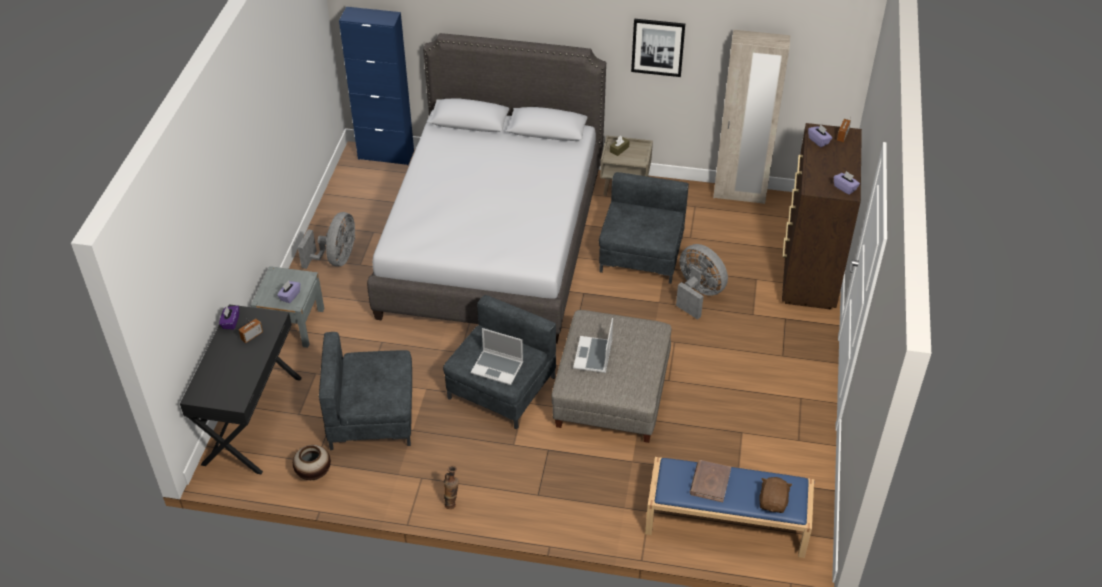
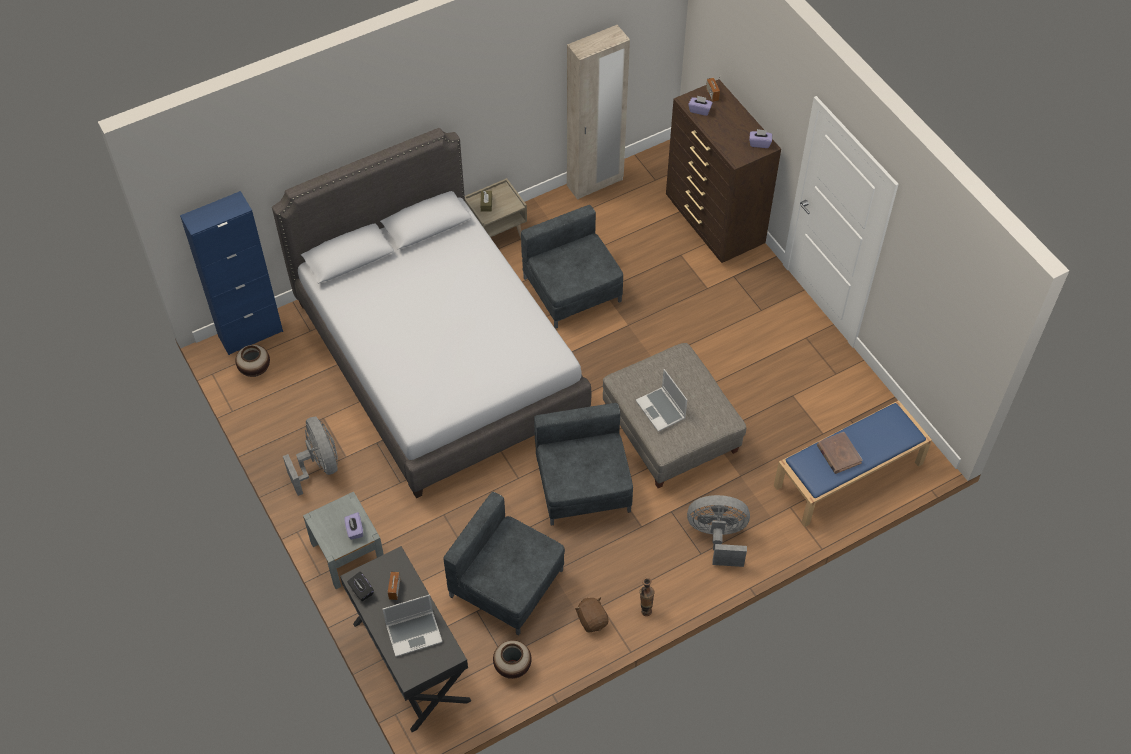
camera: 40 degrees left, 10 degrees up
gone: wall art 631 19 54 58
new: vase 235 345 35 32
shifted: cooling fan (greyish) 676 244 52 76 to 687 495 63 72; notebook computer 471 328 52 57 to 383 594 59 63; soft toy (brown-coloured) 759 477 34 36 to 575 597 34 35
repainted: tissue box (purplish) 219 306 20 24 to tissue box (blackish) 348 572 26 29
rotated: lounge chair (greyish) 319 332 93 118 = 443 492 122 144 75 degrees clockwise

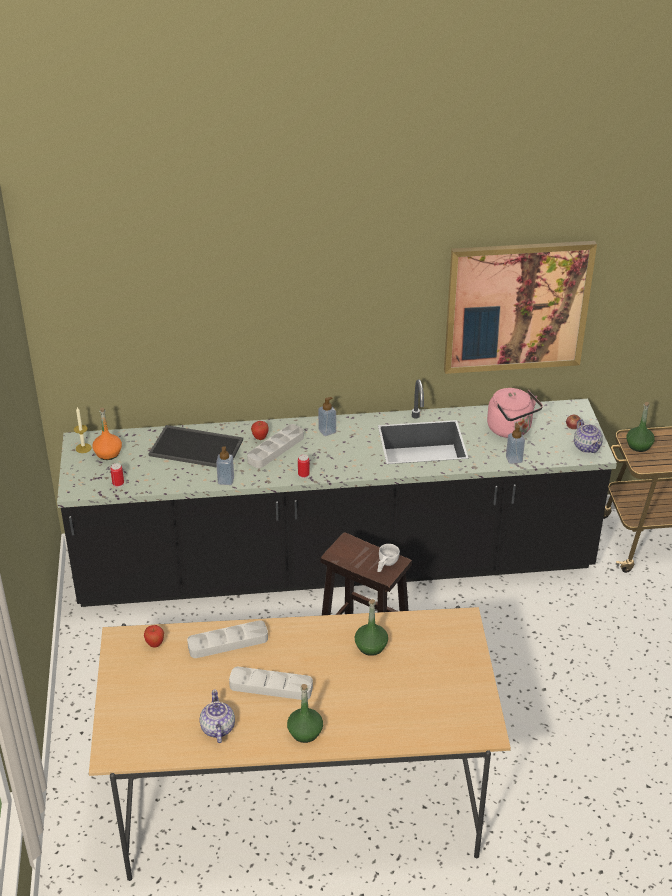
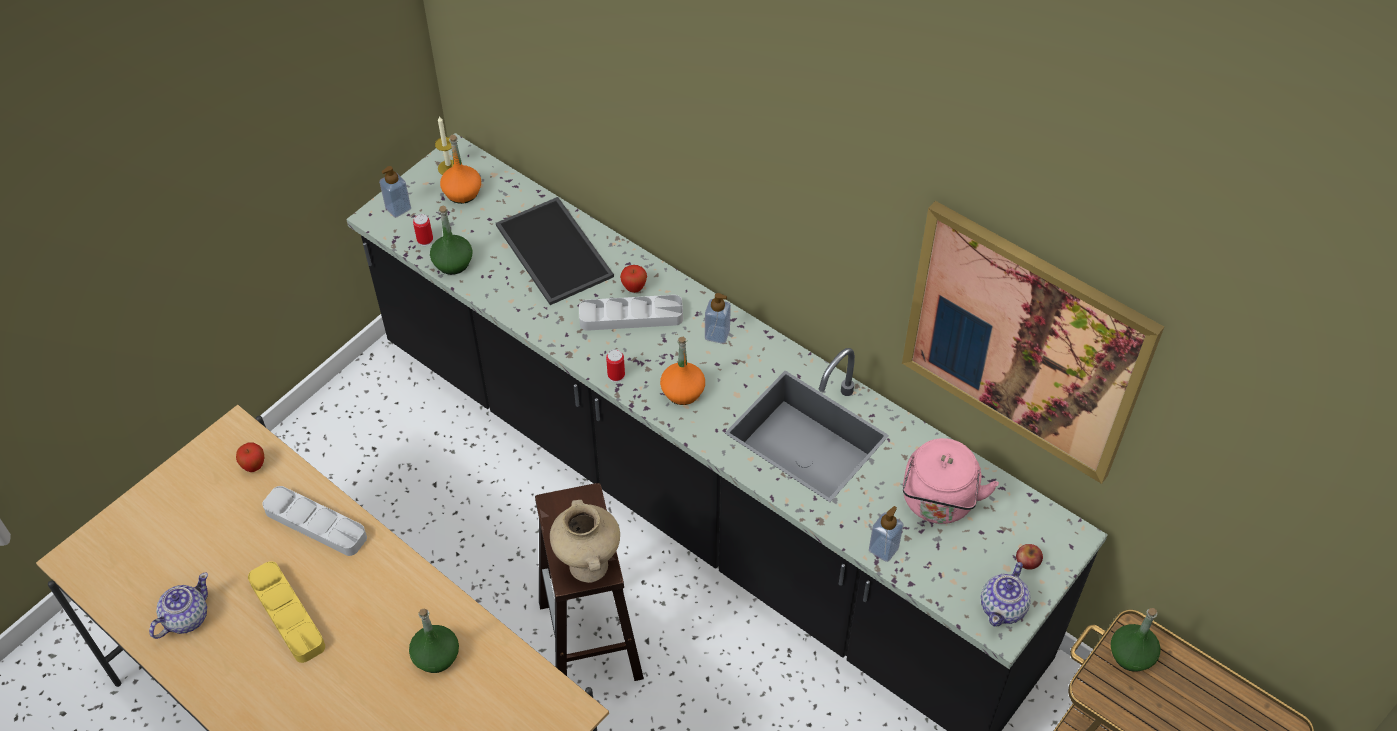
camera: 45 degrees right, 15 degrees up
new: drink bottle (orange-coloured) 660 337 45 68
shifted: soap dispenser 216 446 18 39 to 379 166 32 51; drink bottle (greenish) 287 684 36 59 to 430 205 43 70
swapped: drinking cup (white-coloured) 377 544 23 28 to vase (beige-coloured) 550 500 70 83
repainted: tray (greyish) 229 667 84 33 to tray (yellow) 248 561 77 102

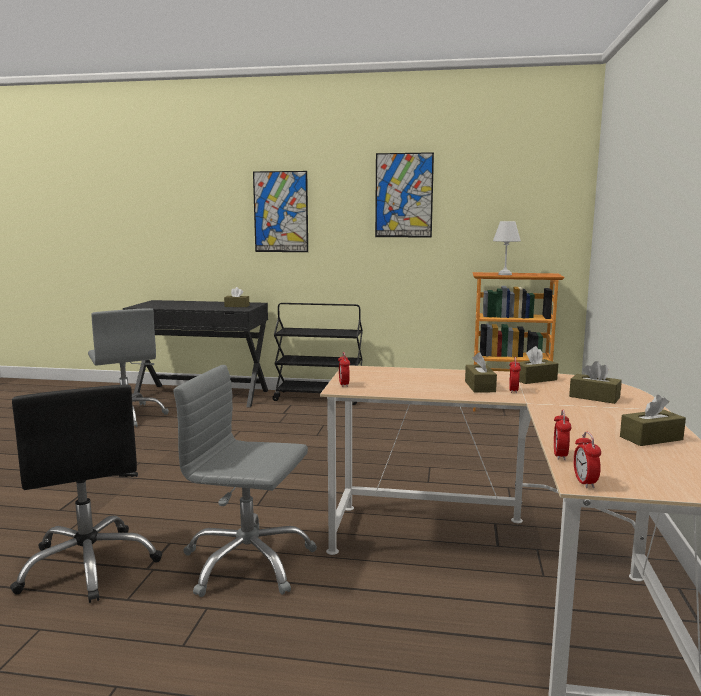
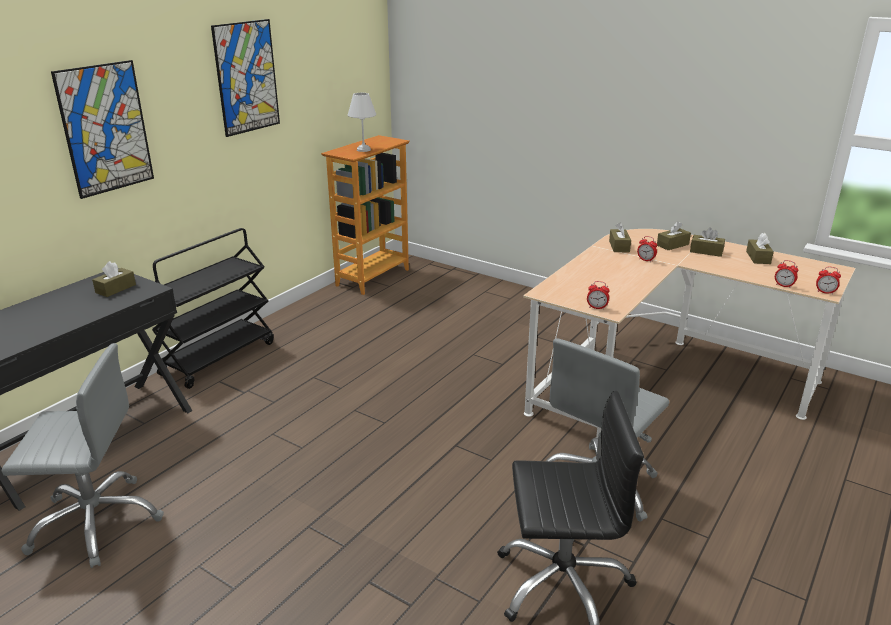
camera: 65 degrees left, 15 degrees up
shifted: tissue box (brown-coloured) 465 352 32 41 to 690 227 35 30

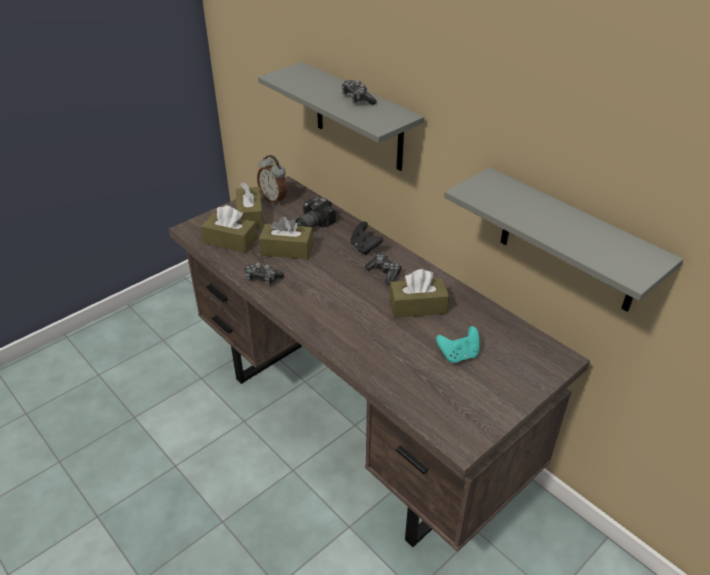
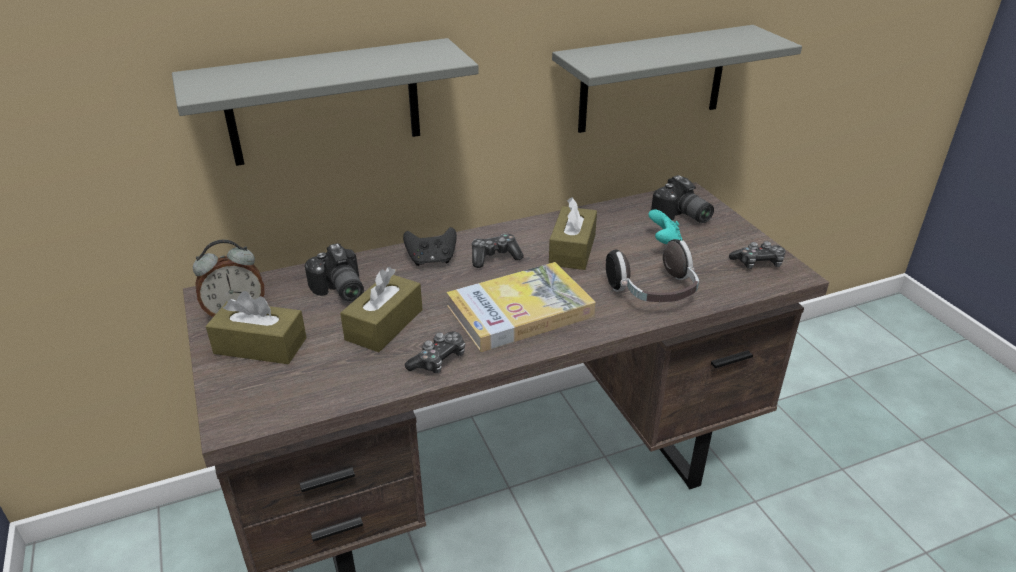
camera: 70 degrees left, 5 degrees down
gone: tissue box (brown-coloured) 201 205 57 48
new: photo camera 651 175 63 48; headphones 606 239 93 63; bound book 446 262 150 90
shifted: joypad 341 80 36 25 to 729 241 56 28

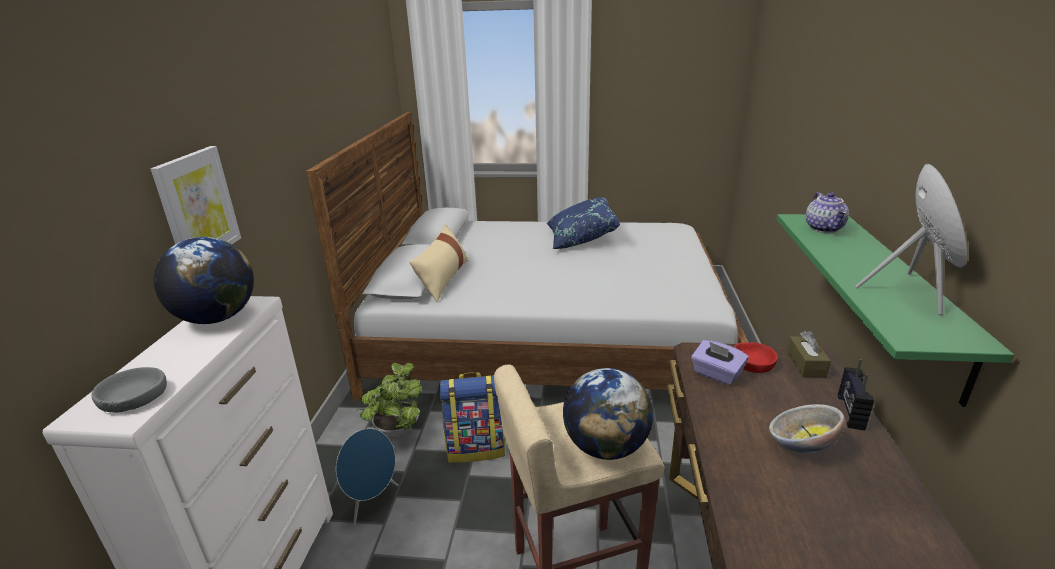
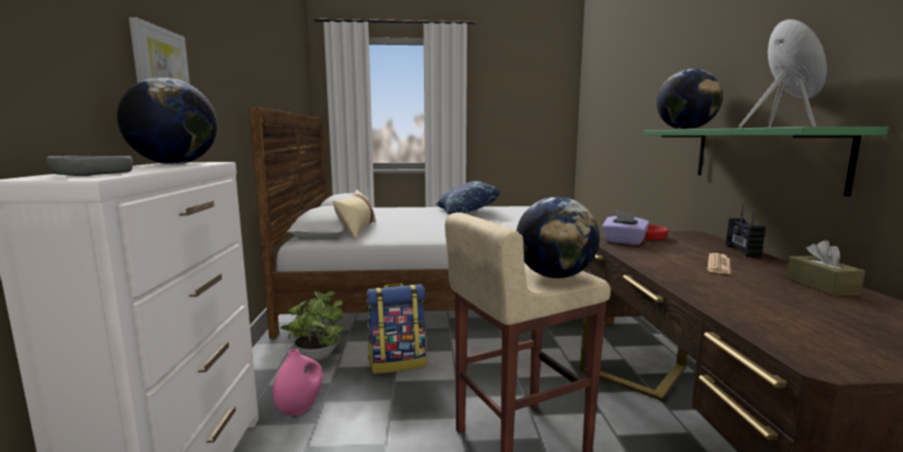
camera: 10 degrees left, 15 degrees down
shifted: tissue box (brown-coloured) 787 331 44 47 to 786 240 79 56
swapped: tea pot 806 192 43 41 to globe 656 69 67 61; deep dish 769 404 76 49 to newspaper 707 253 24 21; audio speaker (blue) 336 428 63 98 to vase (pinkish) 272 349 51 67

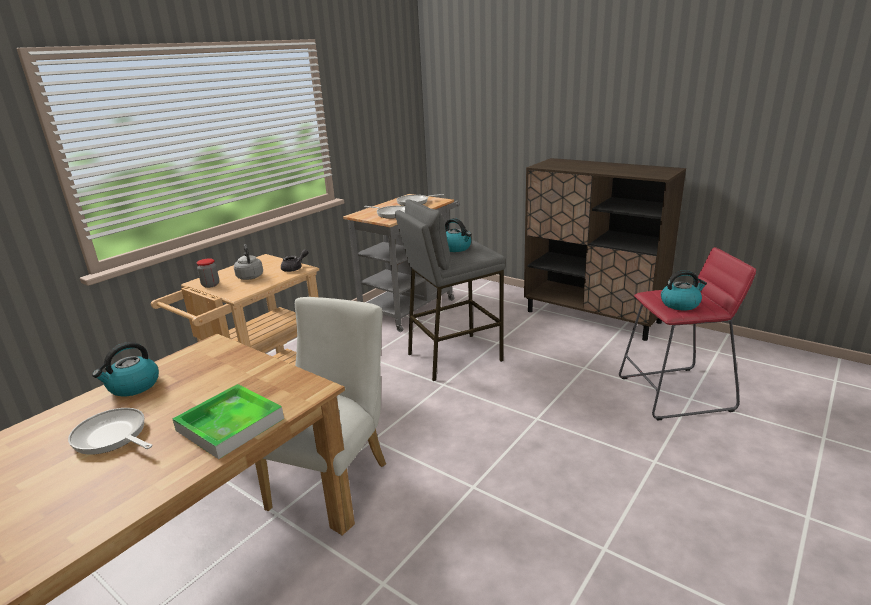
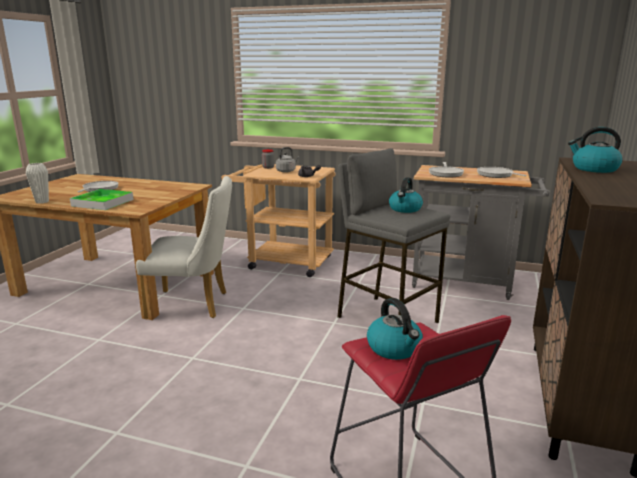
camera: 70 degrees right, 5 degrees down
new: vase (white-coloured) 26 163 23 41
shifted: kettle 92 342 67 54 to 568 127 55 46

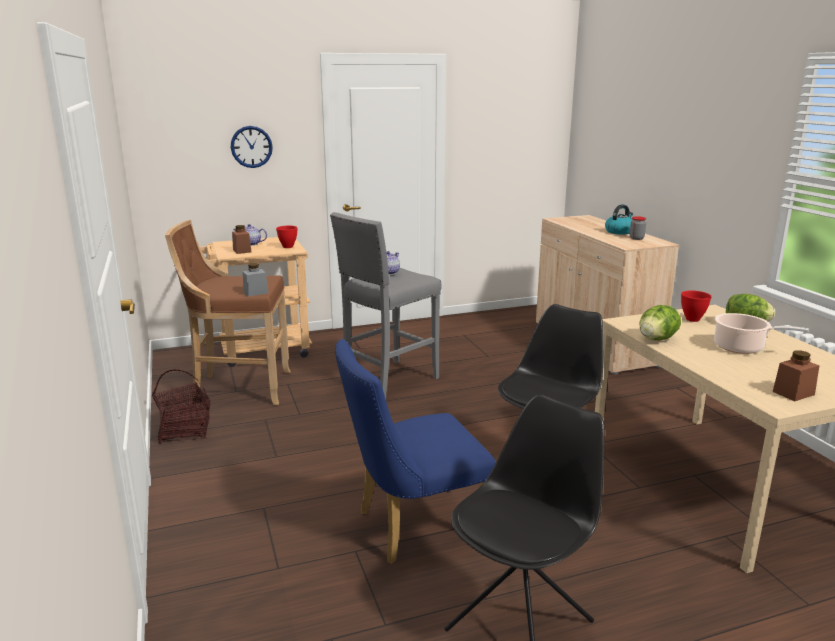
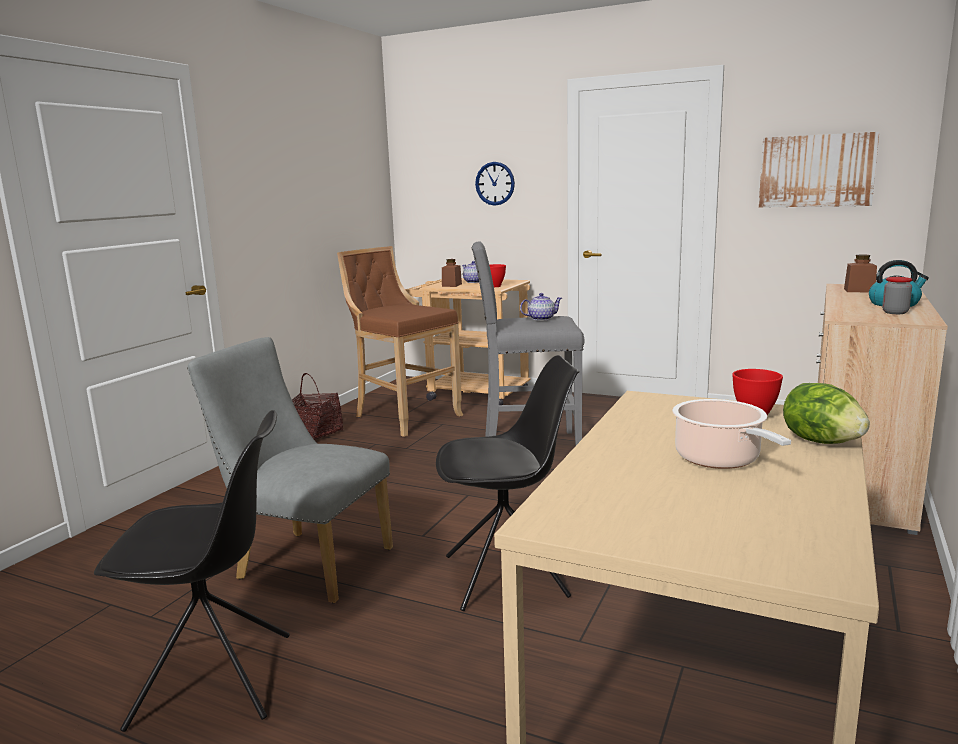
camera: 45 degrees right, 5 degrees down
gone: storage jar (greyish) 243 263 25 33; head of lettuce 639 305 42 35
new: wall art 759 132 120 76
shifted: storage jar (brown-coloured) 773 350 46 51 to 844 254 33 38
repainted: plain chair (blue) 335 339 161 225 to plain chair (greyish) 187 337 206 266

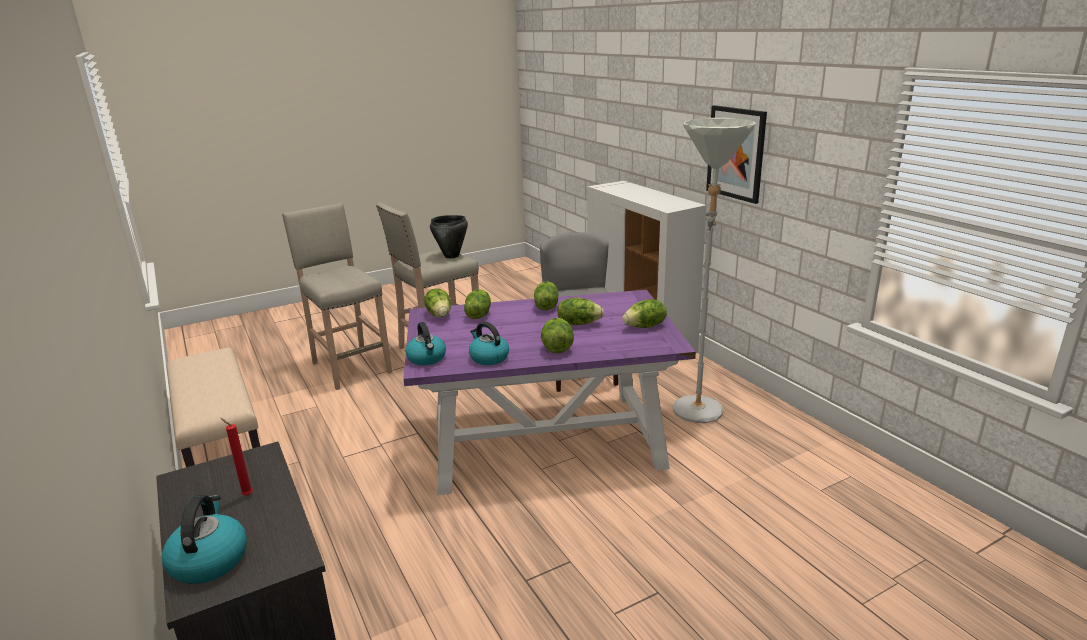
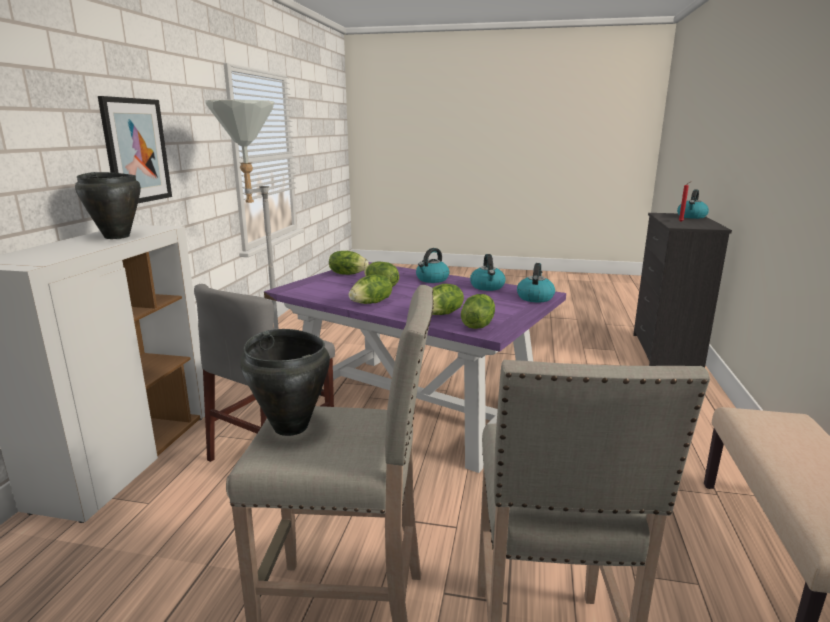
camera: 140 degrees left, 5 degrees down
new: stockpot (blackish) 75 172 66 67
swapped: head of lettuce 541 318 33 35 to kettle 416 248 33 35

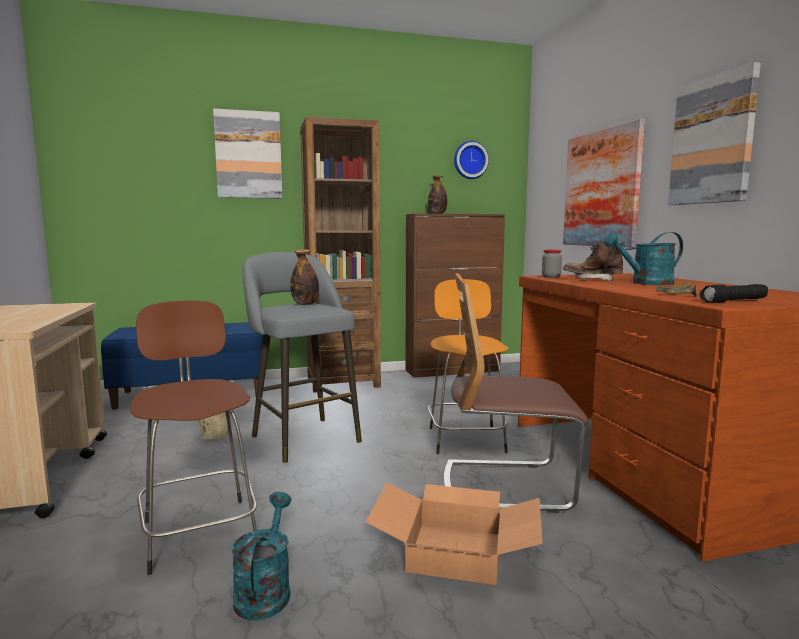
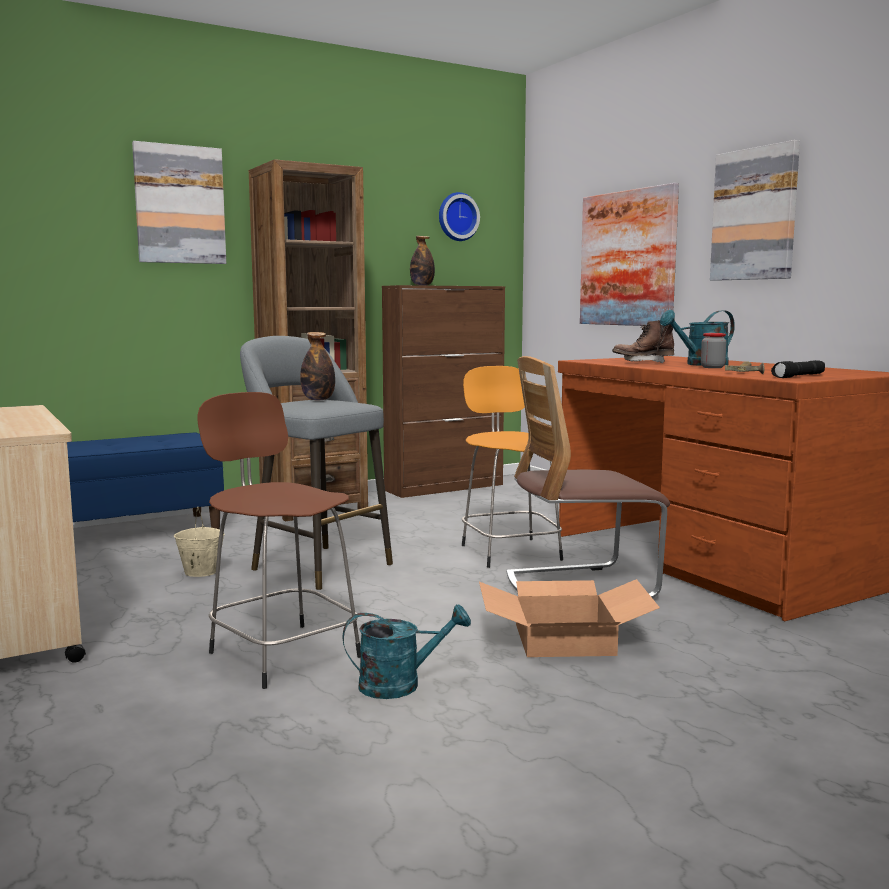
camera: 15 degrees left, 0 degrees up
shifted: storage jar 542 250 20 28 to 701 333 25 35
rotated: watering pot (blue-green) 232 492 59 129 = 343 604 128 95 90 degrees clockwise

